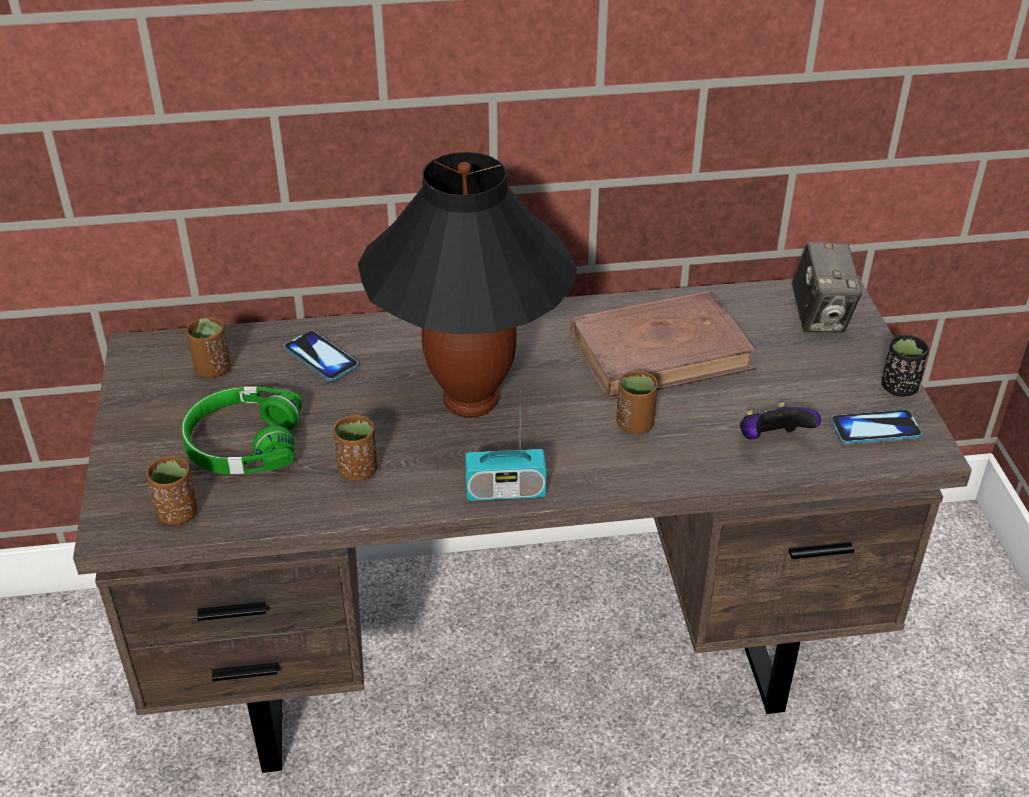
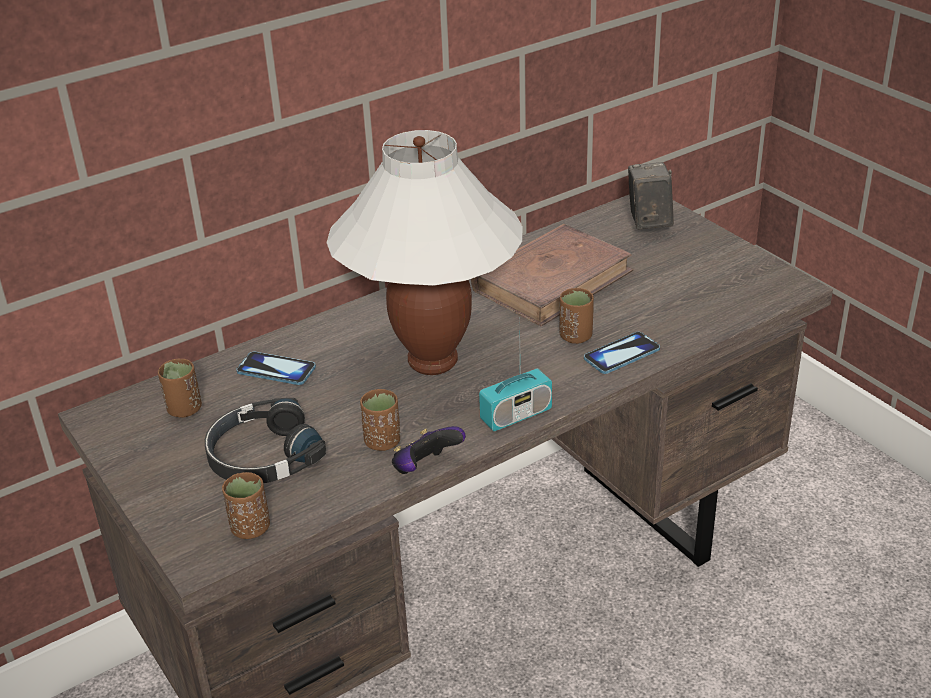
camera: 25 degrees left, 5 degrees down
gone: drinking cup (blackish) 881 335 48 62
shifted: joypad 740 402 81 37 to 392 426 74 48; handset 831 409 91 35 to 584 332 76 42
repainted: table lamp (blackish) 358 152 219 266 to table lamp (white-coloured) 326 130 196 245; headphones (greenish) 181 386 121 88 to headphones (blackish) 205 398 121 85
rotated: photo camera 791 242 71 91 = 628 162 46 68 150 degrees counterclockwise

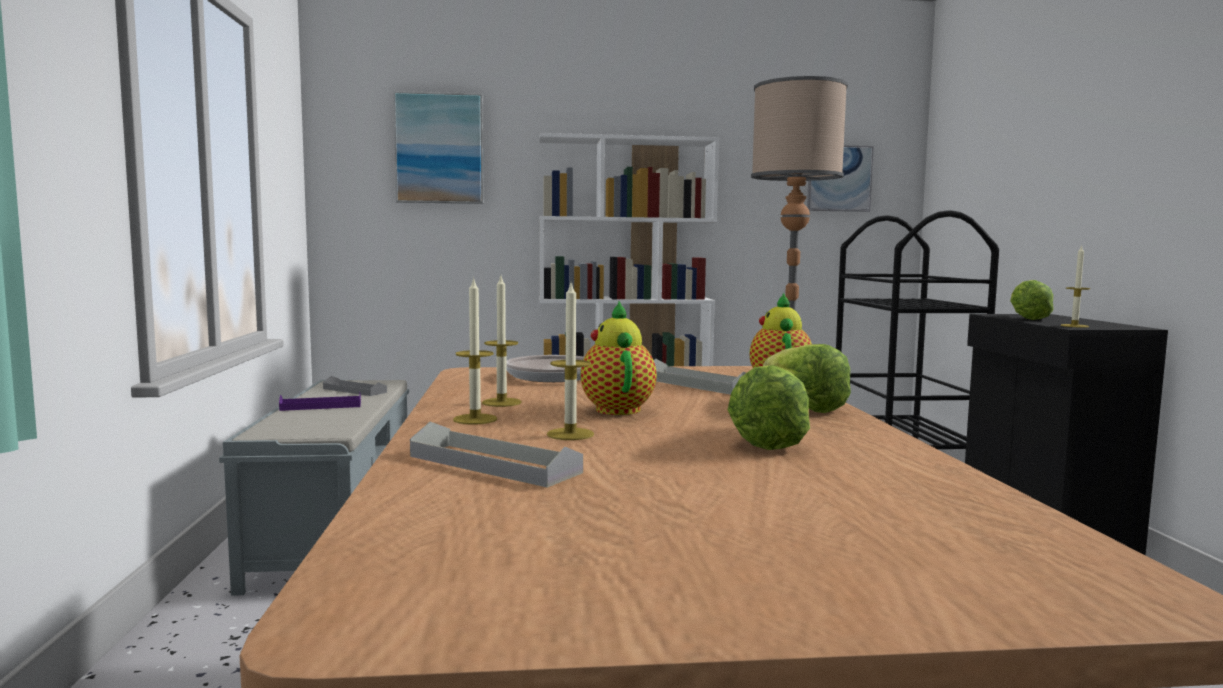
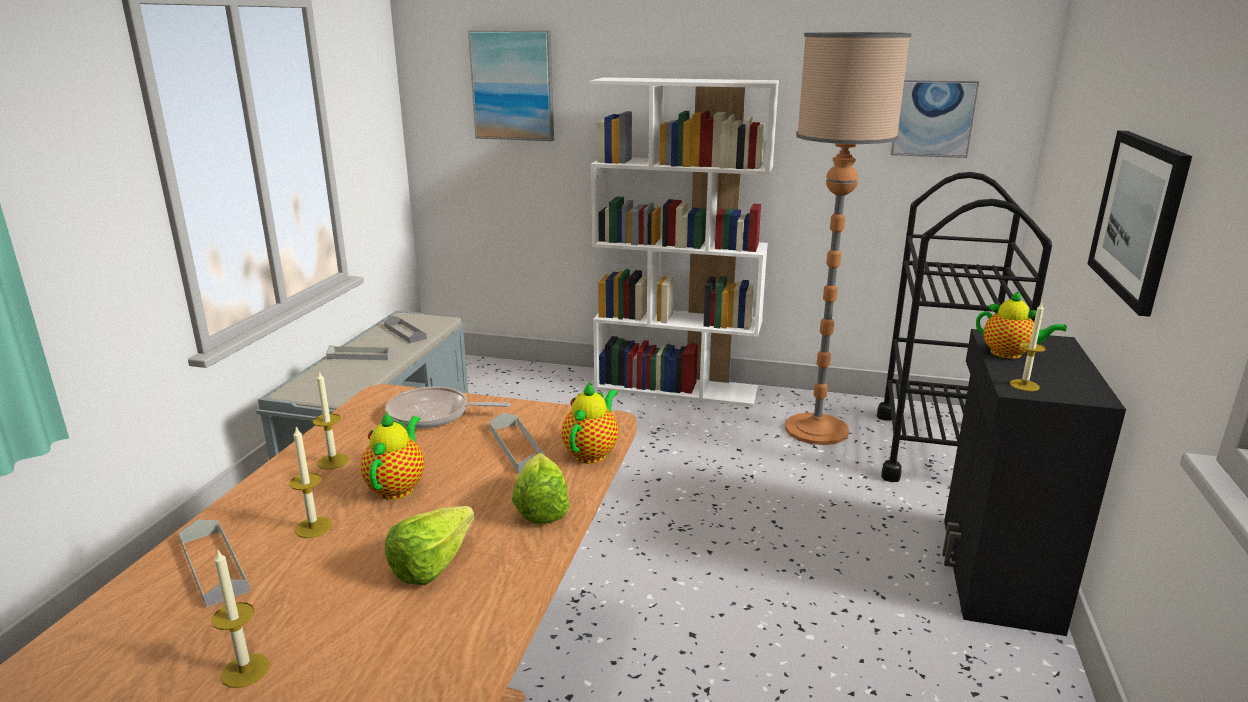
camera: 20 degrees right, 15 degrees up
new: wall art 1087 131 105 186
shifted: wax light 453 277 44 148 to 211 548 59 140
swapped: head of lettuce 1010 280 44 40 to tea pot 976 291 91 68
repainted: tray (purplish) 279 392 82 19 to tray (greyish) 326 345 68 15

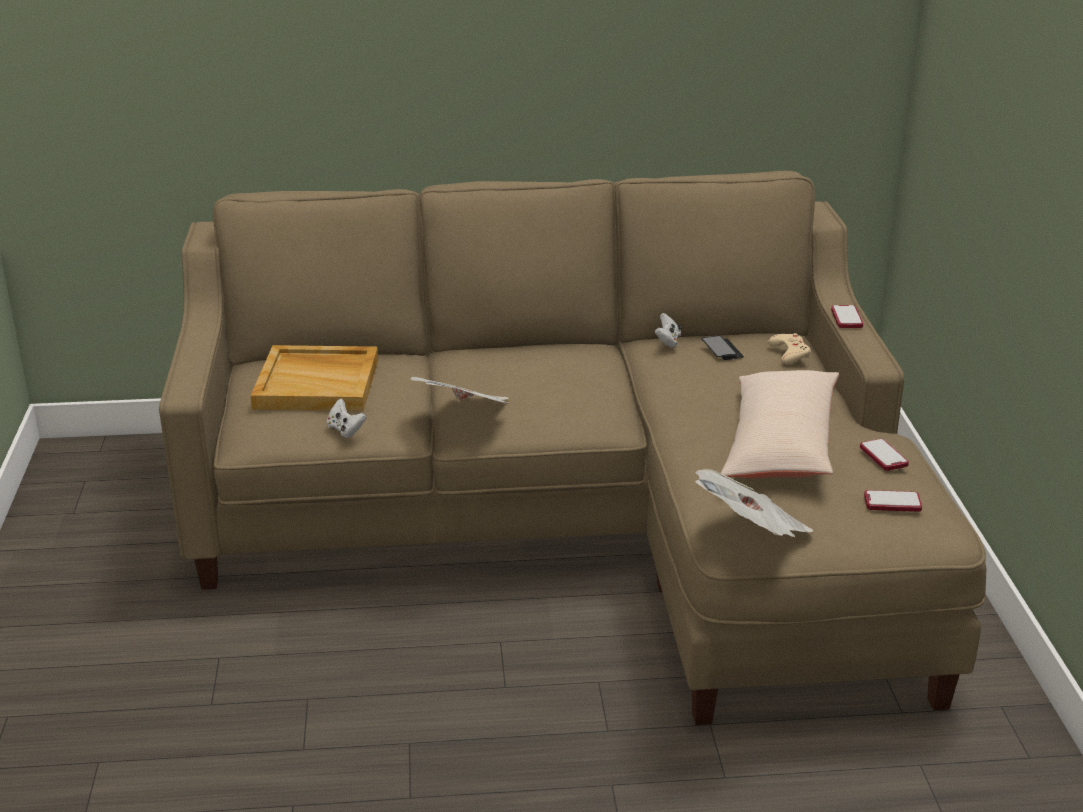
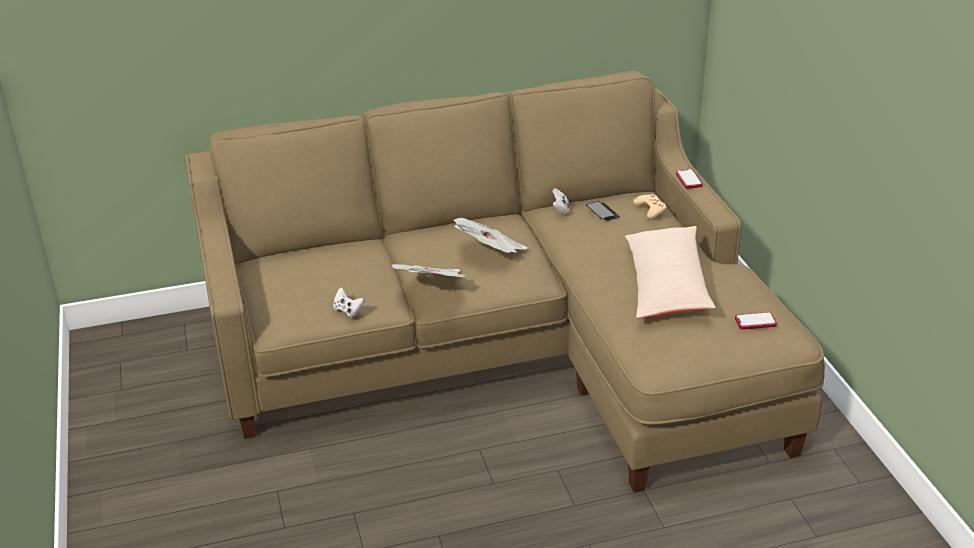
camera: 10 degrees left, 5 degrees up
gone: tray (beige-coloured) 251 345 127 66; handset 860 439 49 32
shifted: newspaper 695 469 118 68 to 454 218 74 35

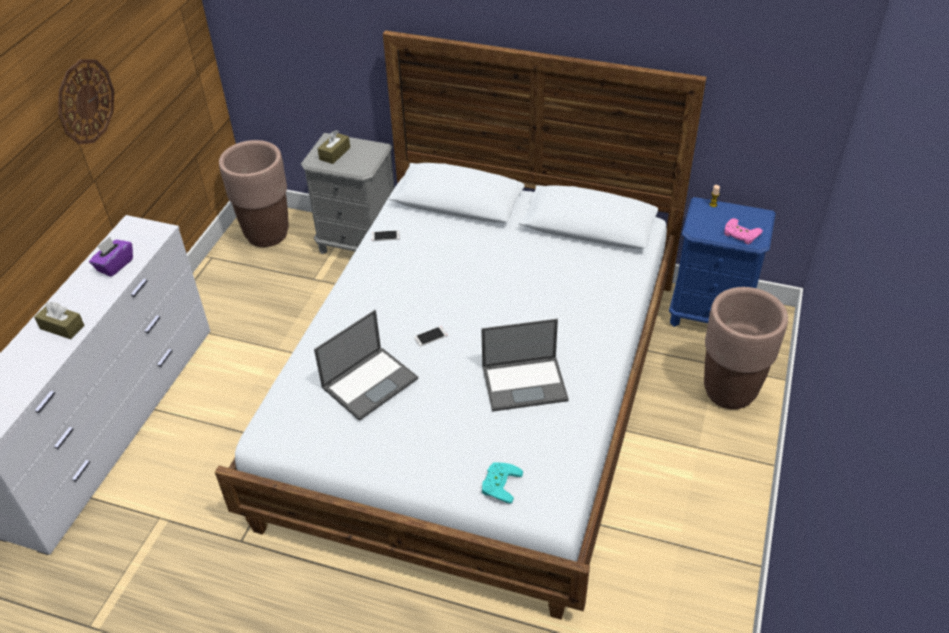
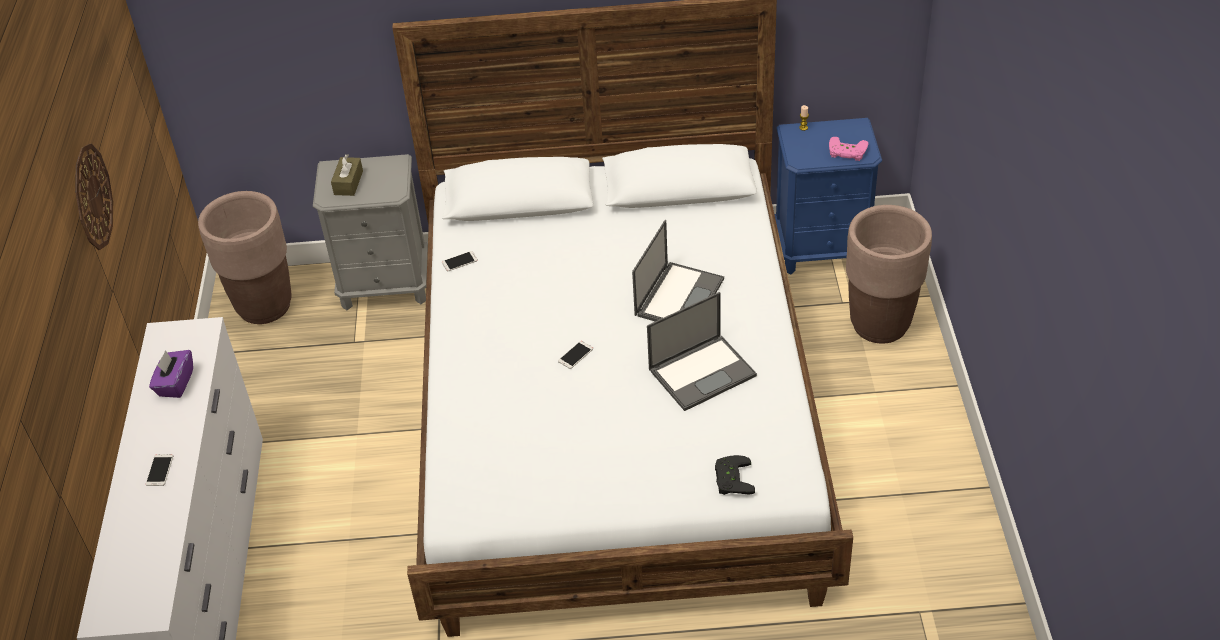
camera: 20 degrees left, 0 degrees up
shifted: notebook computer 314 310 104 111 to 632 220 92 101
swapped: tissue box (brown-coloured) 34 302 51 37 to handset 146 454 27 32
repainted: joypad (blue-green) 482 462 41 42 to joypad (blackish) 715 455 40 40

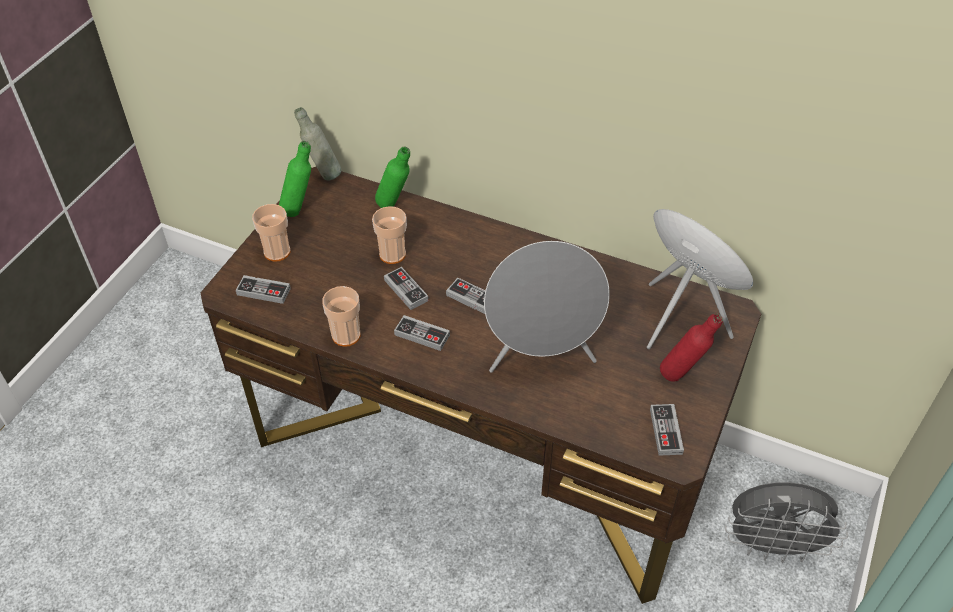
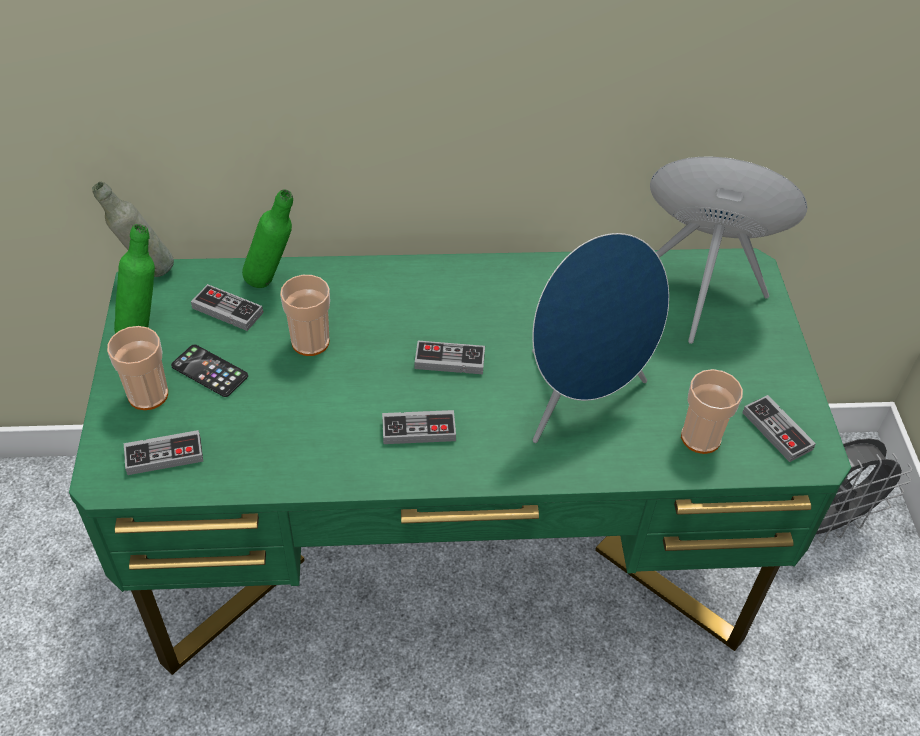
camera: 30 degrees left, 0 degrees up
gone: drink bottle (red) 660 313 63 69
new: handset 171 345 77 52
shifted: joypad 384 267 45 43 to 191 284 72 47; drinking cup 322 286 38 60 to 681 369 62 85
repainted: desk (brown-coloured) 201 167 560 437 to desk (greenish) 69 248 783 427; audio speaker (greyish) 484 241 126 132 to audio speaker (blue) 532 233 137 210

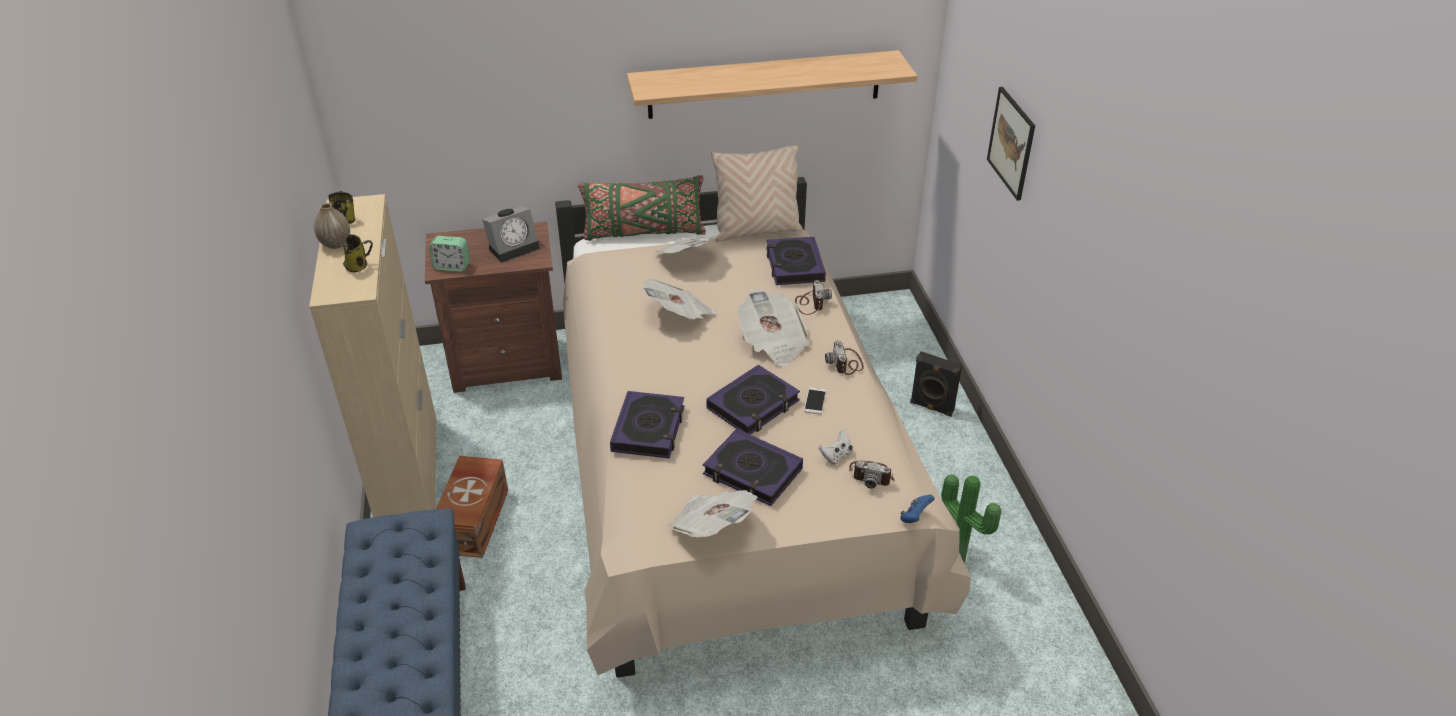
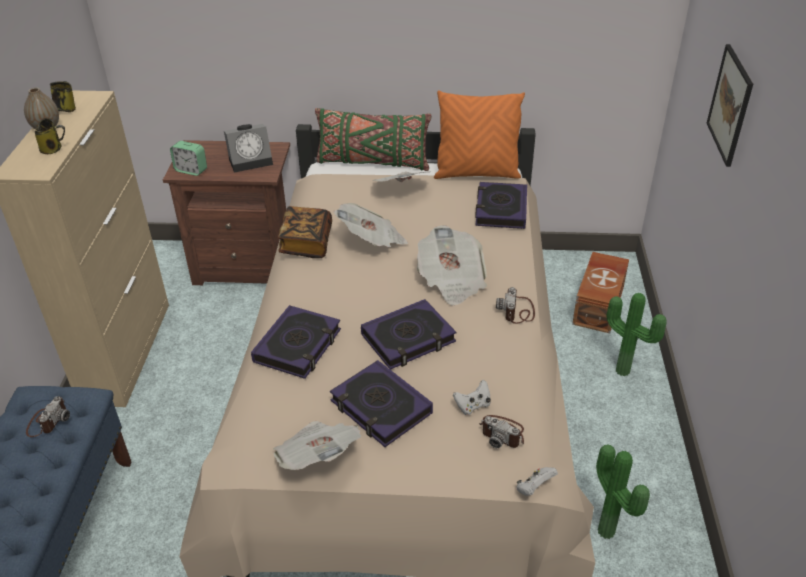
camera: 15 degrees right, 0 degrees up
gone: shelf 627 50 290 69; handset 804 387 22 27
new: bound book 278 206 54 52
shifted: photo camera 795 280 37 35 to 26 396 44 41; storage bin (brown-coloured) 436 456 72 102 to 572 252 57 81
swapped: audio speaker (blackish) 910 351 52 66 to plant in a pot 607 293 60 83
repainted: throw pillow (beige-coloured) 711 144 92 98 to throw pillow (orange-coloured) 434 90 91 89; joypad (blue) 900 495 35 28 to joypad (white-coloured) 516 467 42 28

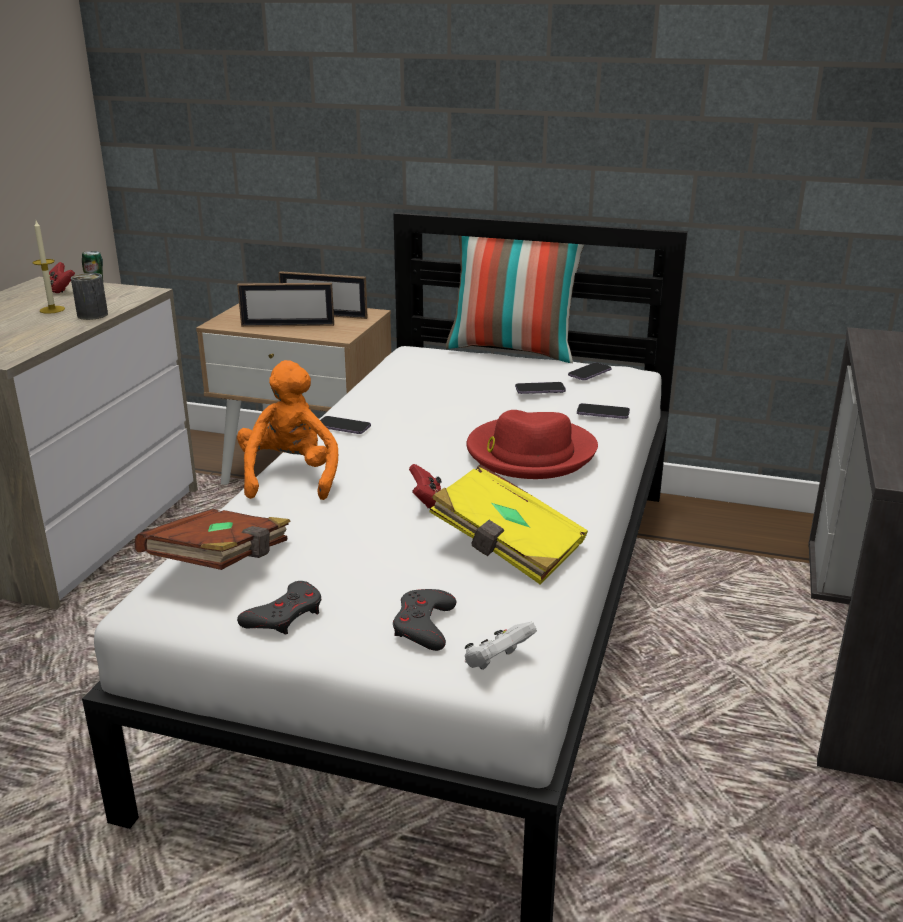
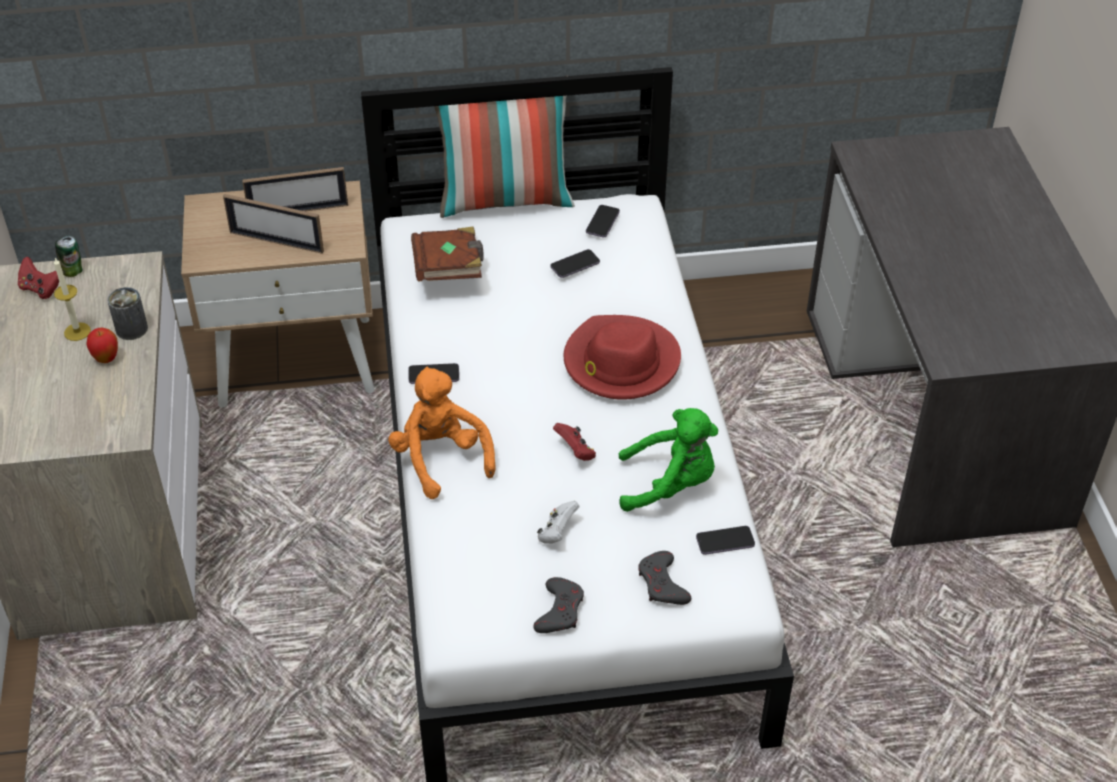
camera: 25 degrees left, 20 degrees up
new: whole apple 86 328 32 35
shifted: handset 577 403 53 16 to 696 526 59 29; bound book (brown-coloured) 135 509 156 61 to 411 227 73 54; joypad (white-coloured) 465 622 72 48 to 537 501 43 43
swapped: bound book (yellow) 429 464 159 120 to soft toy (greenish) 619 408 99 104
rotated: picture frame 237 283 97 44 = 223 194 101 60 45 degrees clockwise

